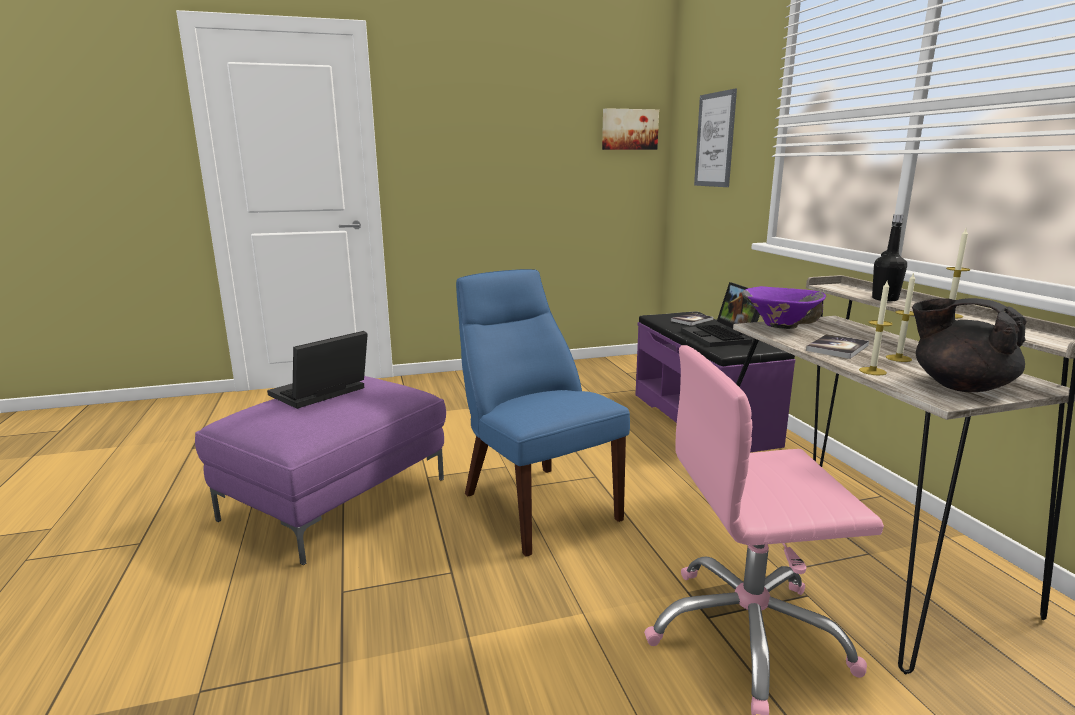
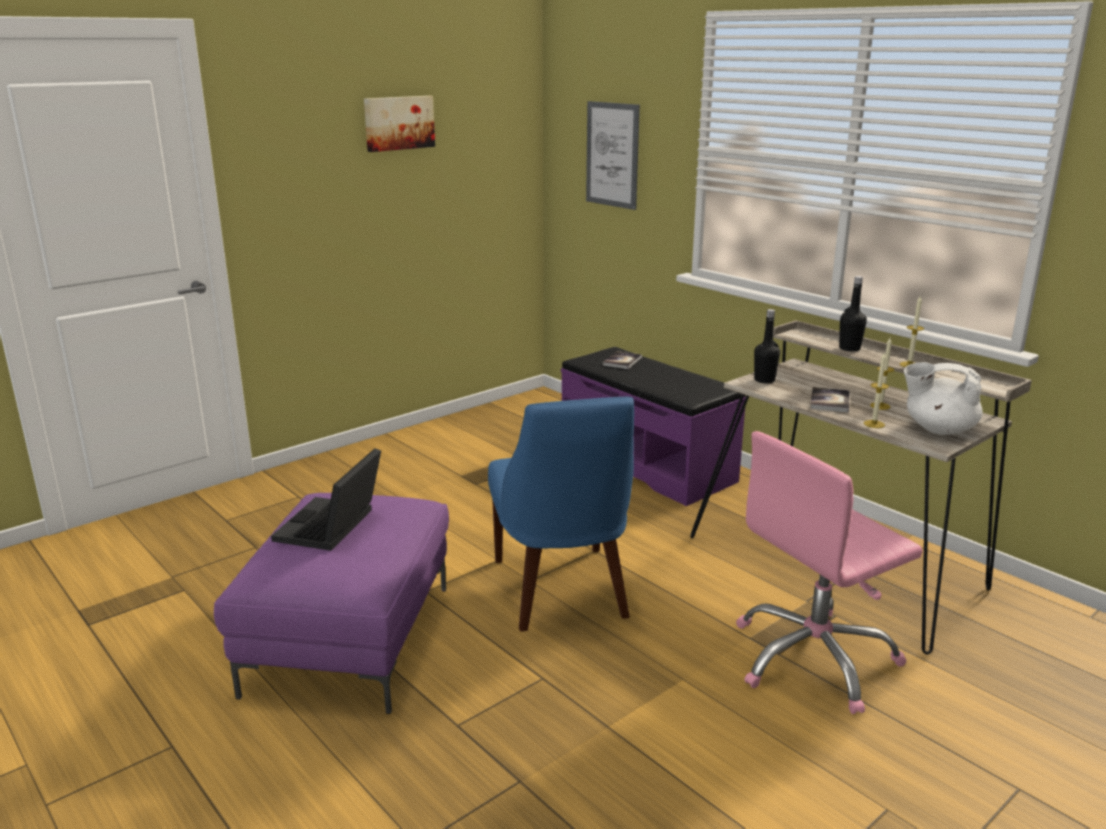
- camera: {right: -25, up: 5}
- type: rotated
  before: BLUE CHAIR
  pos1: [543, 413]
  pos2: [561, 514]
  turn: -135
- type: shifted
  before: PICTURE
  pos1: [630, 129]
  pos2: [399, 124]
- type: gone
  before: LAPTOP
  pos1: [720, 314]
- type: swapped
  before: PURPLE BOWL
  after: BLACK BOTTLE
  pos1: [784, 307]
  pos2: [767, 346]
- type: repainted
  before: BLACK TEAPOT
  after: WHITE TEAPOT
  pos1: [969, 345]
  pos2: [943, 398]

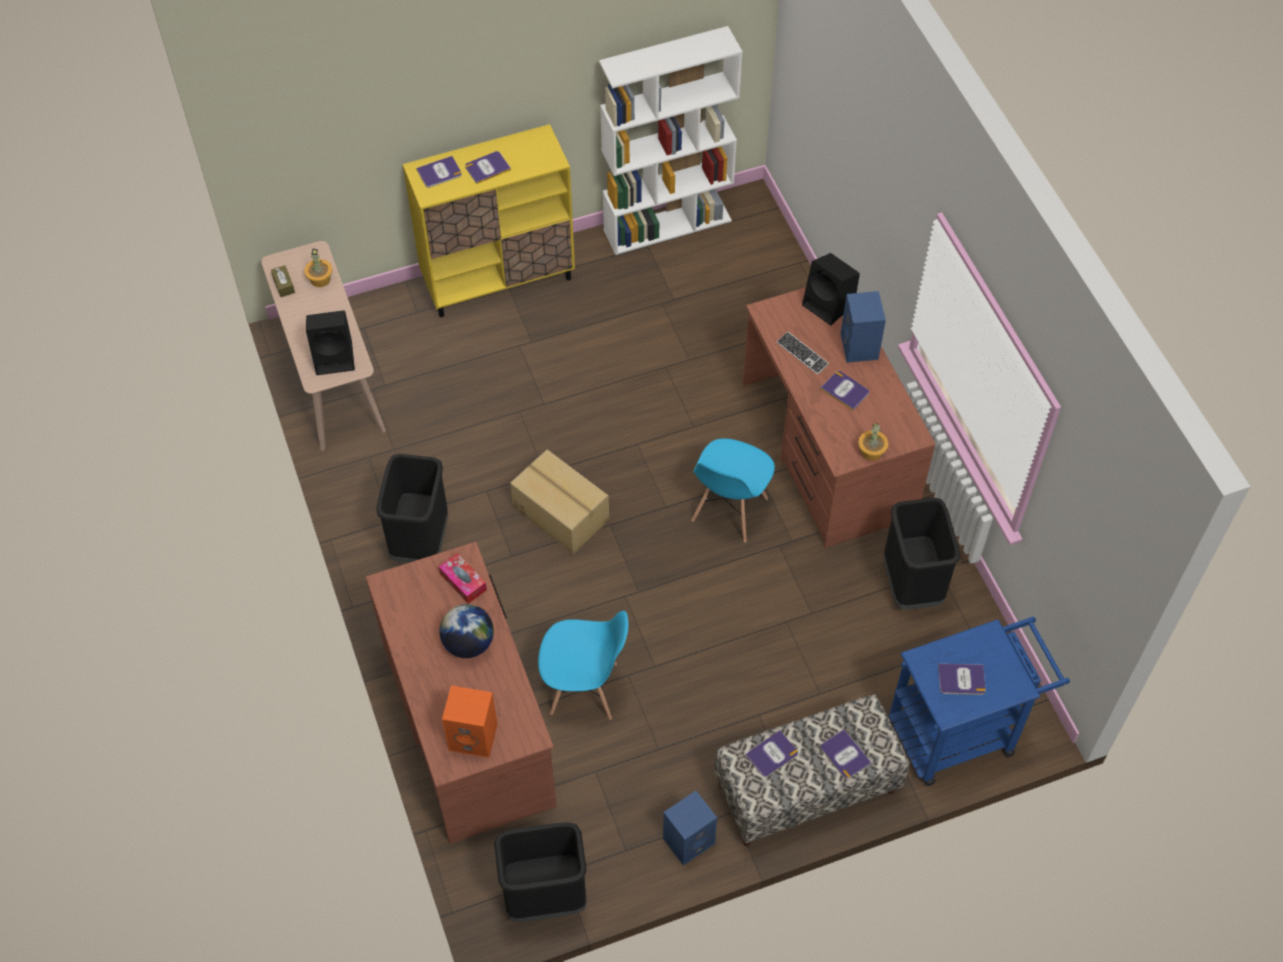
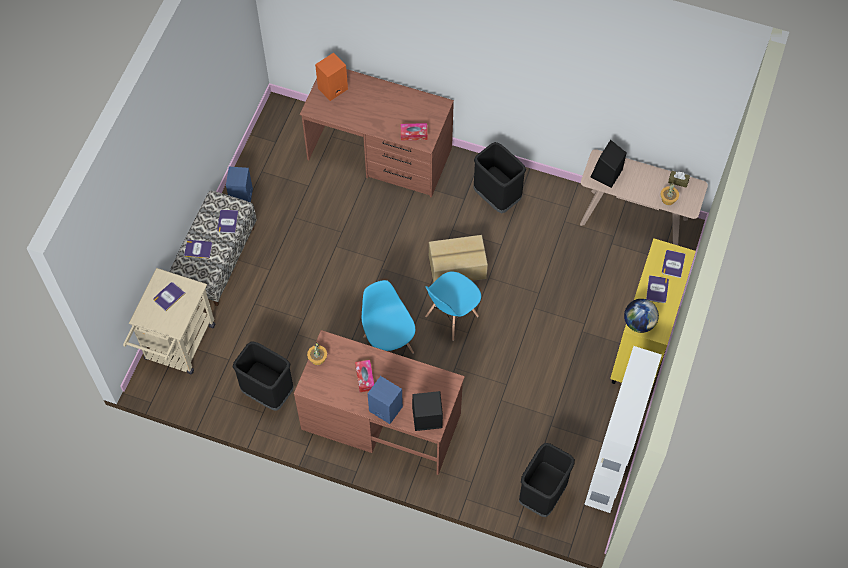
- camera: {right: 130, up: 5}
- type: shifted
  before: GLOBE
  pos1: [466, 631]
  pos2: [641, 316]
- type: shifted
  before: BLACK TRASH CAN
  pos1: [540, 872]
  pos2: [547, 480]
- type: shifted
  before: BLUE CHAIR
  pos1: [583, 665]
  pos2: [453, 306]
- type: gone
  before: KEYBOARD
  pos1: [803, 353]
- type: swapped
  before: BOOK
  after: TISSUE BOX
  pos1: [844, 390]
  pos2: [364, 376]
- type: repainted
  before: BLUE CART
  after: BEIGE CART
  pos1: [979, 701]
  pos2: [169, 321]

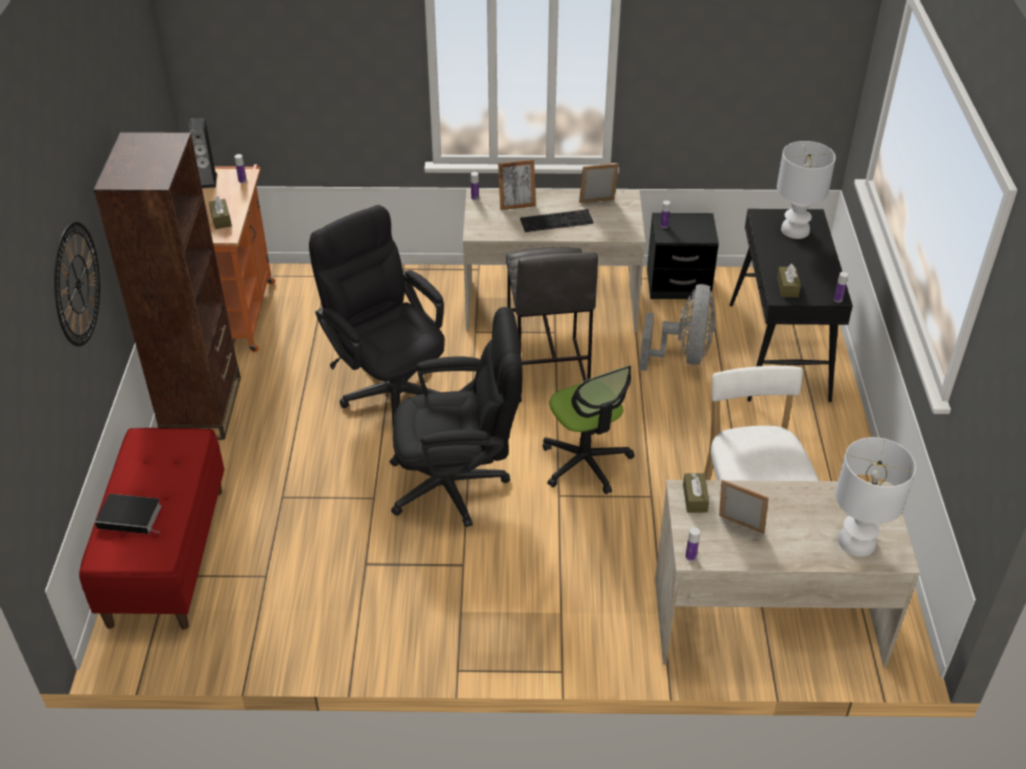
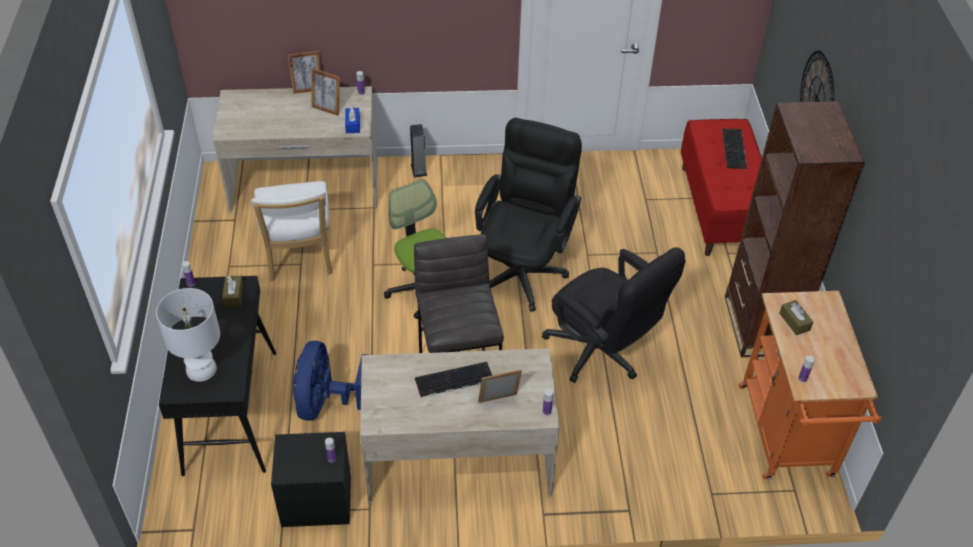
- camera: {right: 175, up: 5}
- type: swapped
  before: BOOK
  after: KEYBOARD
  pos1: [128, 514]
  pos2: [734, 149]
- type: shifted
  before: SPEAKER
  pos1: [203, 153]
  pos2: [418, 151]
- type: rotated
  before: BLACK OFFICE CHAIR
  pos1: [456, 417]
  pos2: [528, 215]
  turn: 120
- type: shifted
  before: PICTURE FRAME
  pos1: [599, 183]
  pos2: [304, 72]
- type: repainted
  before: GREY FAN
  after: BLUE FAN
  pos1: [677, 327]
  pos2: [330, 381]
- type: repainted
  before: BROWN TISSUE BOX
  after: BLUE TISSUE BOX
  pos1: [696, 493]
  pos2: [352, 119]
- type: gone
  before: WHITE TABLE LAMP
  pos1: [875, 497]

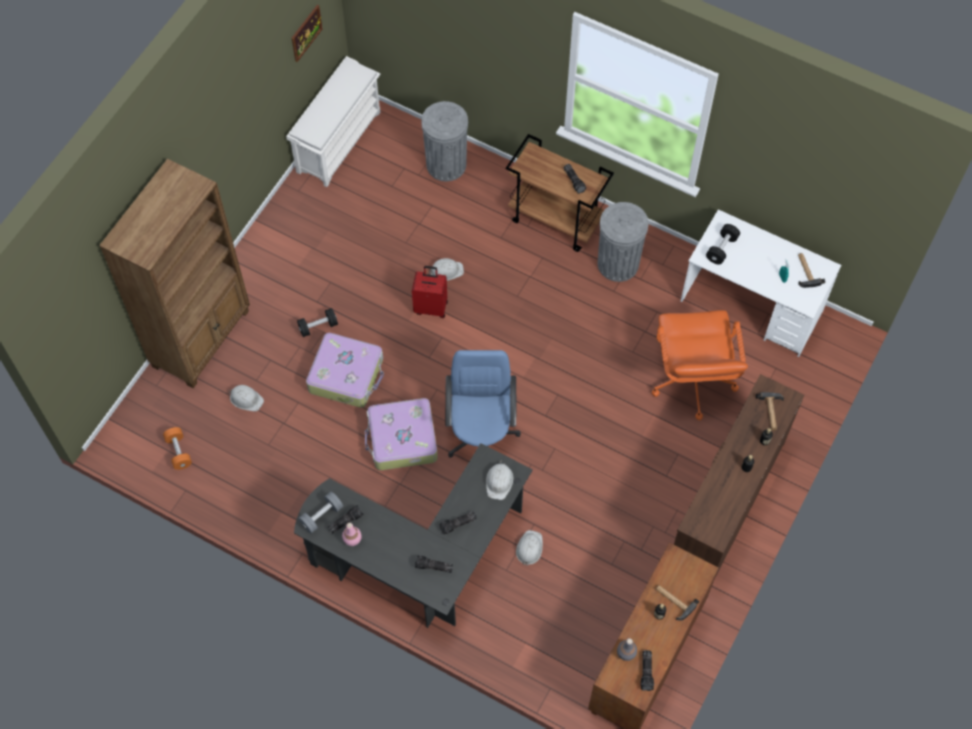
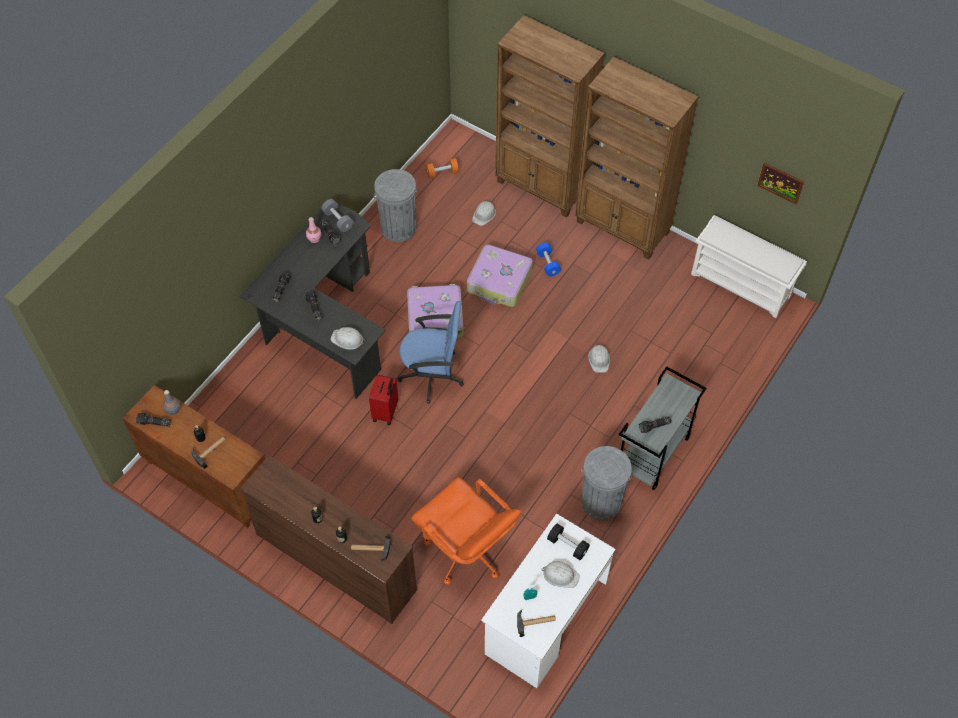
- camera: {right: 95, up: -5}
- type: repainted
  before: BLACK DUMBBELL
  after: BLUE DUMBBELL
  pos1: [317, 322]
  pos2: [548, 259]
- type: shifted
  before: RED SUITCASE
  pos1: [430, 292]
  pos2: [384, 400]
- type: shifted
  before: GREY TRASH CAN
  pos1: [444, 141]
  pos2: [395, 205]
- type: repainted
  before: BROWN CART
  after: GREY CART
  pos1: [560, 193]
  pos2: [663, 428]
- type: shifted
  before: WHITE HARD HAT
  pos1: [529, 548]
  pos2: [561, 574]
- type: rotated
  before: ORANGE OFFICE CHAIR
  pos1: [700, 365]
  pos2: [466, 531]
  turn: -135
- type: new
  after: BROWN BOOKCASE
  pos2: [637, 158]

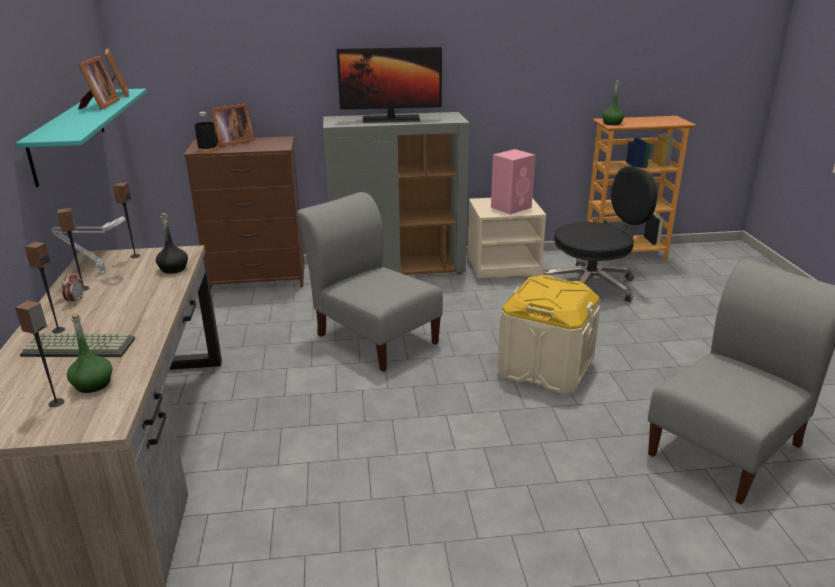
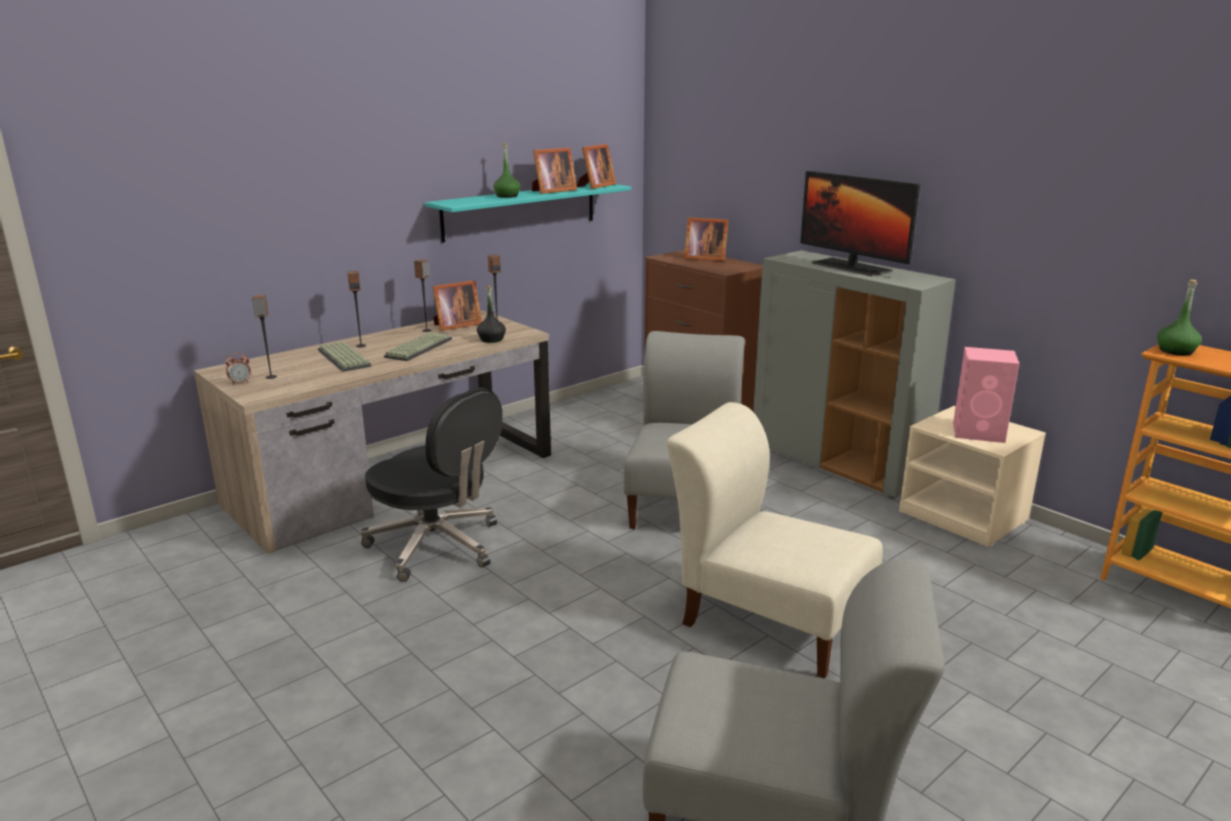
- camera: {right: 55, up: -5}
- type: swapped
  before: GREY TABLE LAMP
  after: PICTURE FRAME
  pos1: [88, 245]
  pos2: [457, 305]
- type: shifted
  before: ALARM CLOCK
  pos1: [73, 288]
  pos2: [238, 369]
- type: shifted
  before: GREEN BOTTLE
  pos1: [89, 353]
  pos2: [506, 170]
- type: gone
  before: BLACK BOTTLE
  pos1: [206, 132]
- type: swapped
  before: BEIGE STORAGE BOX
  after: BEIGE CHAIR
  pos1: [549, 334]
  pos2: [775, 540]
- type: shifted
  before: BLACK OFFICE CHAIR
  pos1: [601, 234]
  pos2: [431, 484]
- type: new
  after: KEYBOARD
  pos2: [418, 346]

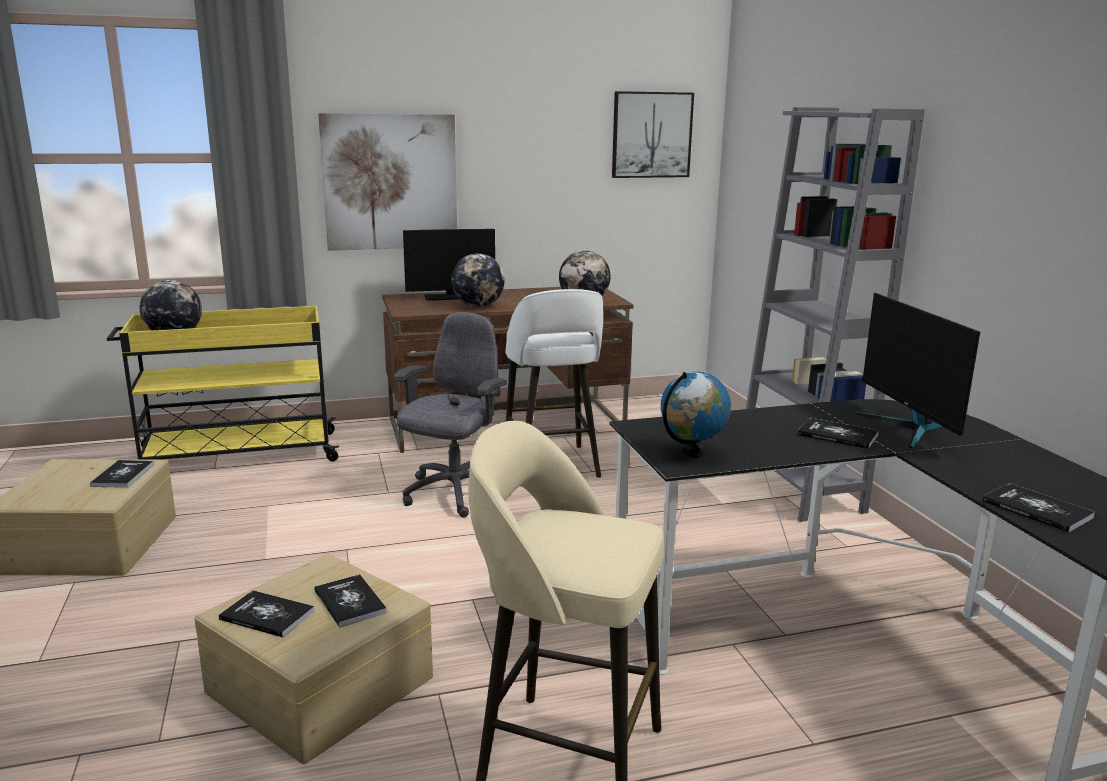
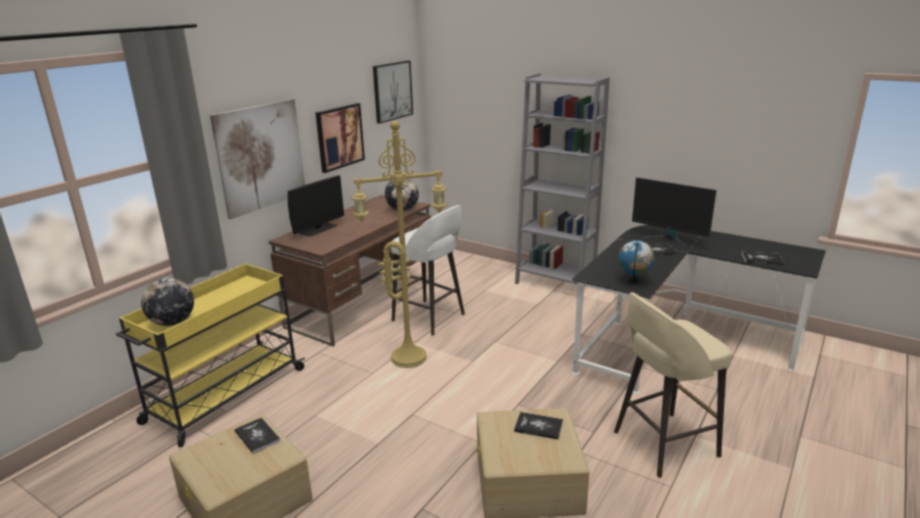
- camera: {right: -40, up: 5}
- type: gone
  before: BOOK
  pos1: [266, 614]
- type: swapped
  before: GREY OFFICE CHAIR
  after: YELLOW FLOOR LAMP
  pos1: [452, 415]
  pos2: [399, 244]
- type: gone
  before: GLOBE
  pos1: [478, 280]
- type: new
  after: PICTURE
  pos2: [340, 138]

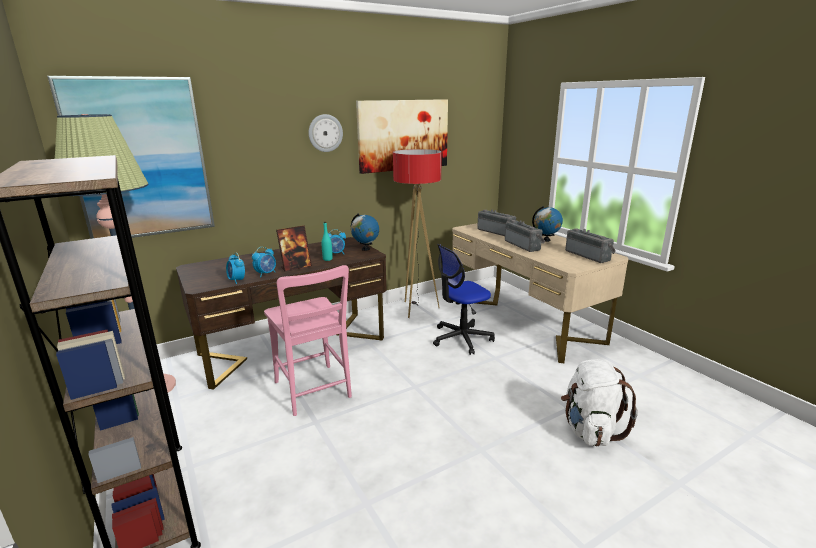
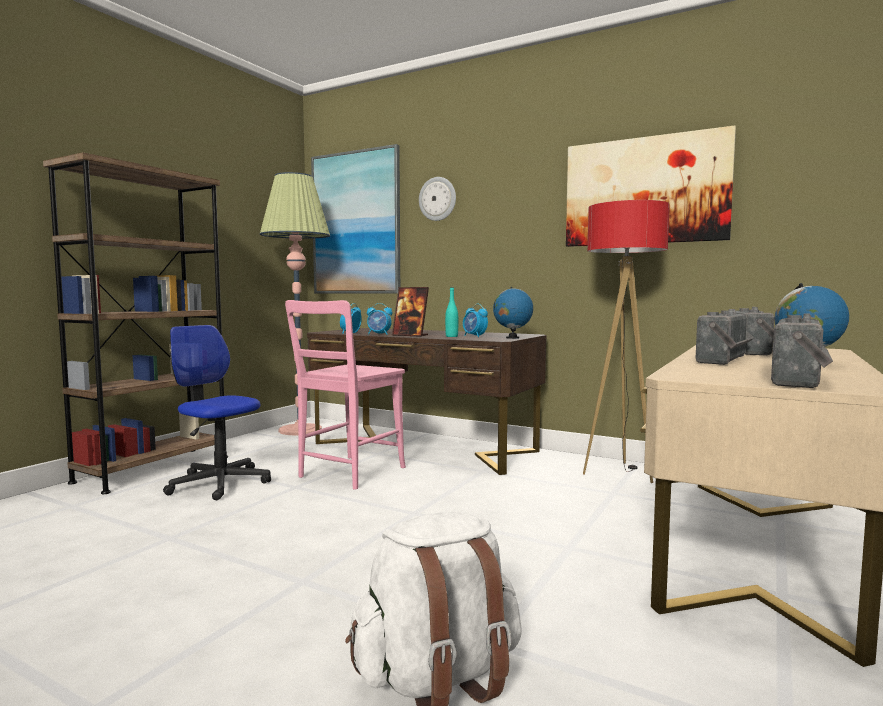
- camera: {right: 60, up: -15}
- type: shifted
  before: WALL CLOCK
  pos1: [325, 133]
  pos2: [437, 199]
- type: shifted
  before: OFFICE CHAIR
  pos1: [464, 299]
  pos2: [217, 412]

